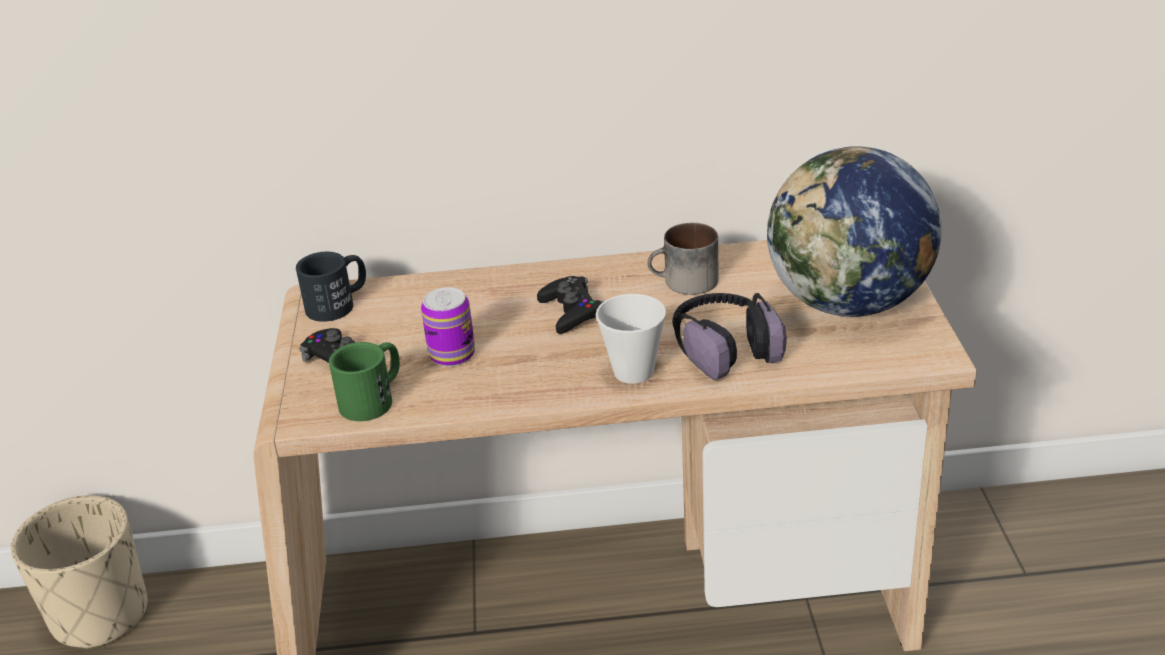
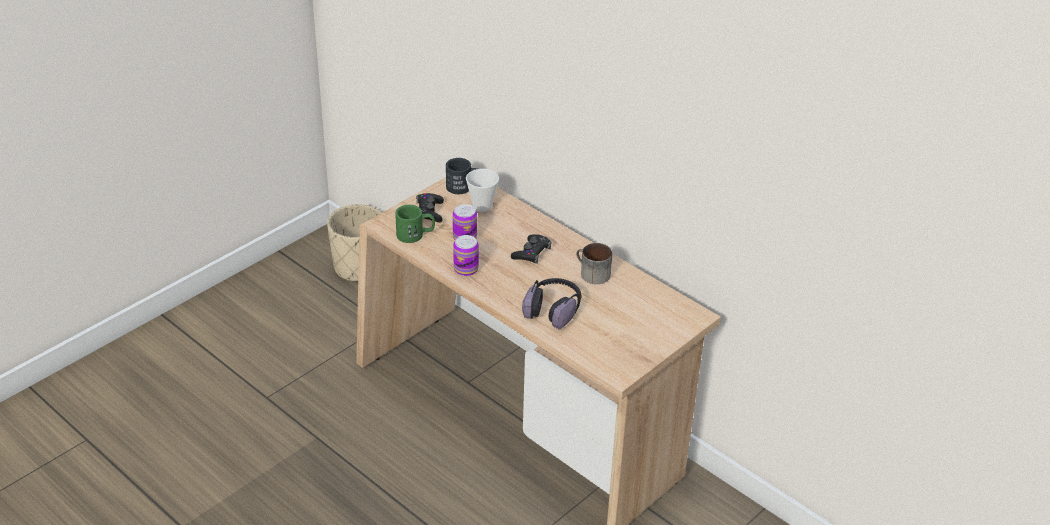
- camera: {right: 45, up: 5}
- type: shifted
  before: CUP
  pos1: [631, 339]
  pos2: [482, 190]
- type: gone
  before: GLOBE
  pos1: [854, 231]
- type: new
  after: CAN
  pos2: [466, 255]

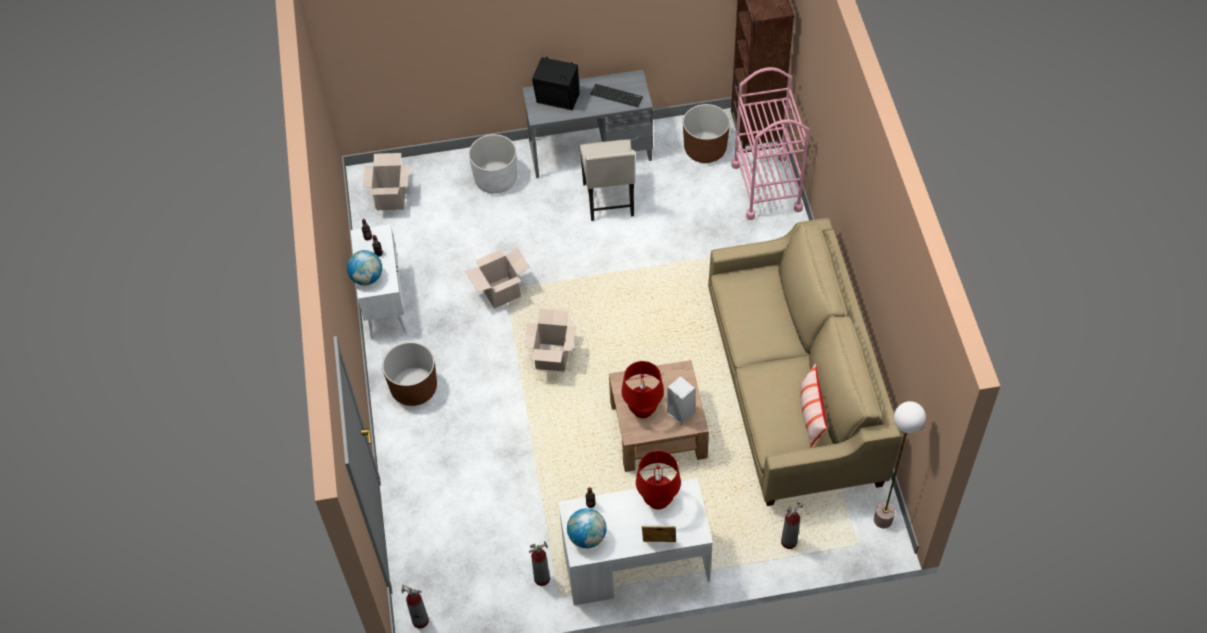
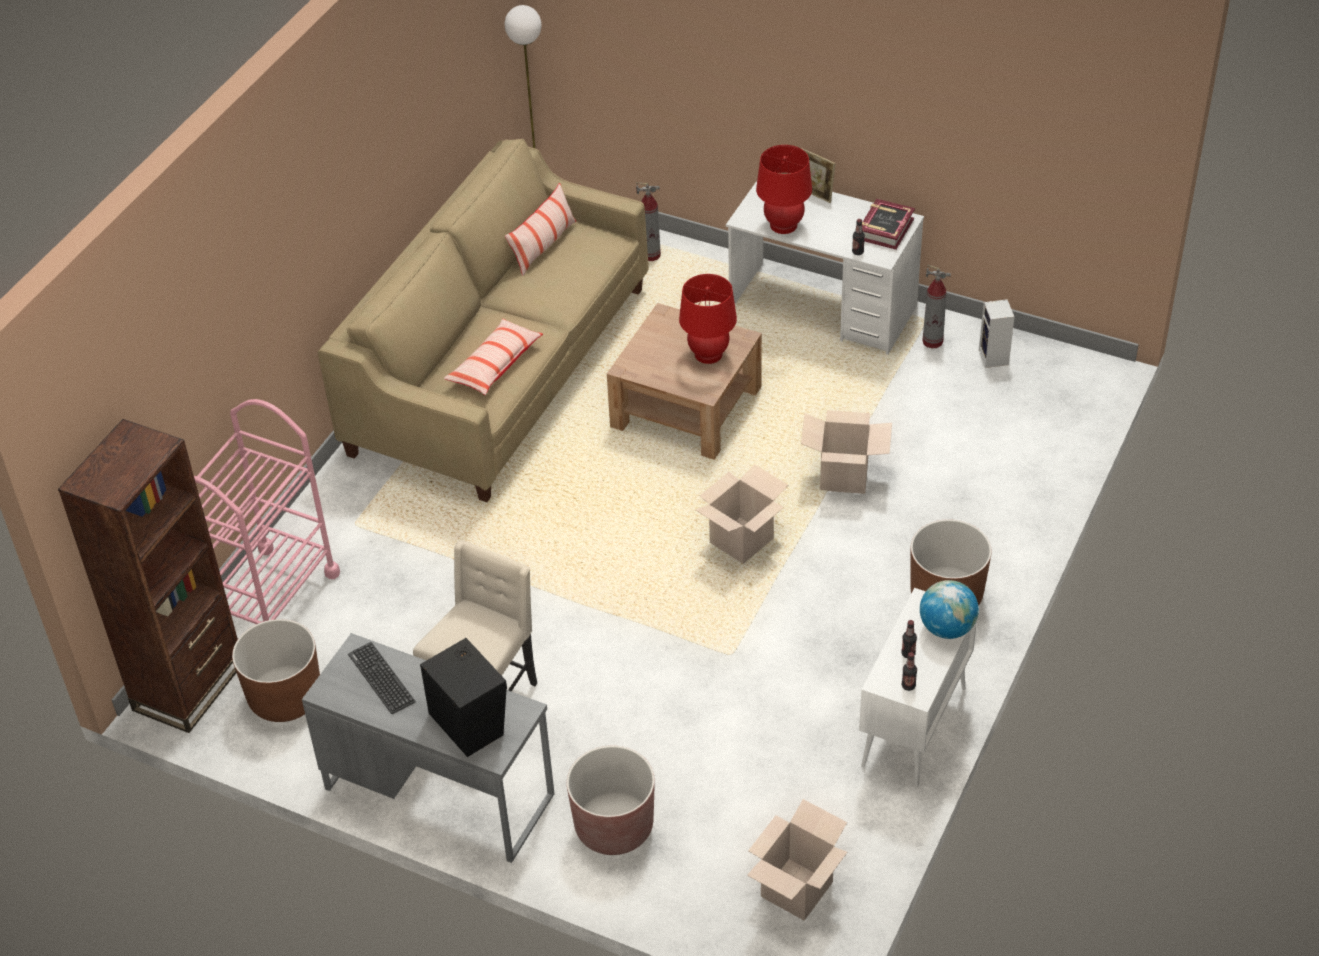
- camera: {right: -145, up: -10}
- type: gone
  before: FIRE EXTINGUISHER
  pos1: [415, 607]
- type: shifted
  before: CARDBOARD BOX
  pos1: [497, 278]
  pos2: [846, 452]
- type: repainted
  before: WHITE PLANTER
  after: BROWN PLANTER
  pos1: [493, 164]
  pos2: [611, 800]
- type: swapped
  before: GLOBE
  after: BOOK
  pos1: [587, 528]
  pos2: [888, 224]
- type: shifted
  before: SPEAKER
  pos1: [681, 400]
  pos2: [996, 333]
- type: new
  after: PILLOW
  pos2: [493, 357]

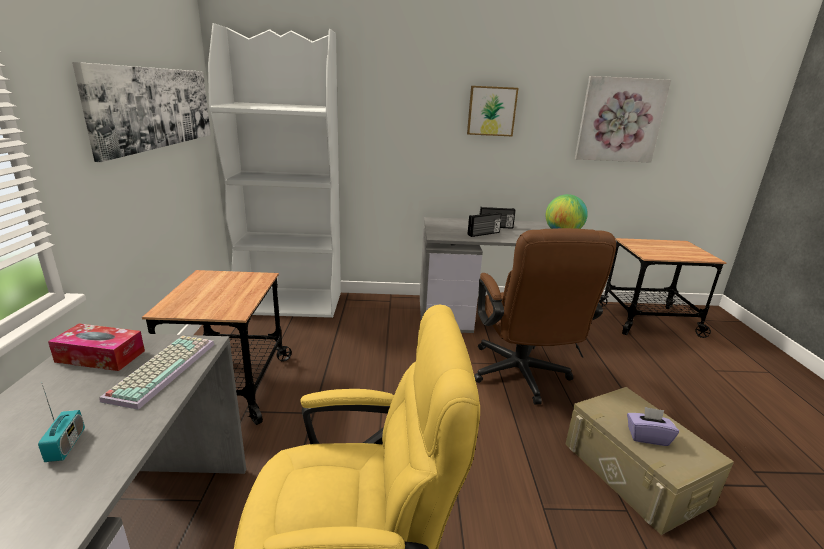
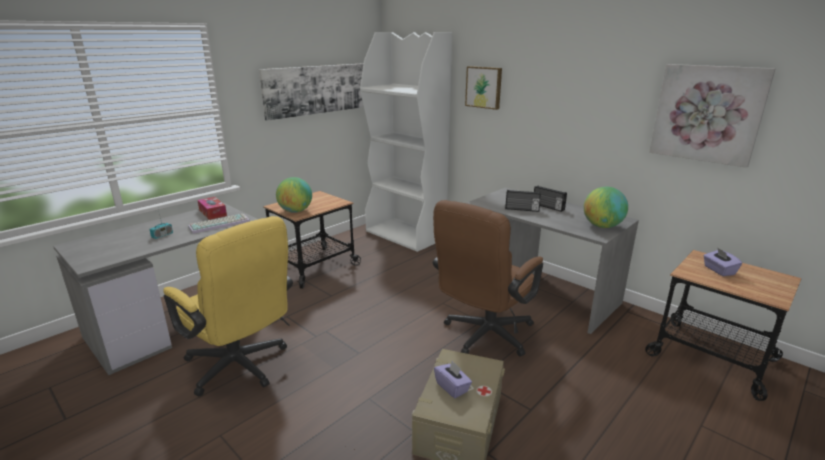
- camera: {right: 45, up: 0}
- type: shifted
  before: PICTURE
  pos1: [493, 111]
  pos2: [483, 88]
- type: new
  after: GLOBE
  pos2: [294, 195]
- type: new
  after: PURPLE TISSUE BOX
  pos2: [722, 261]

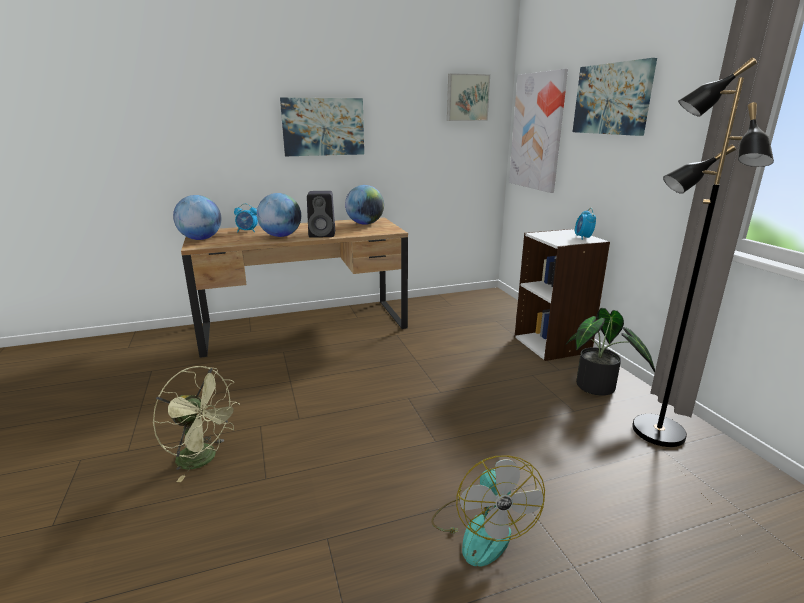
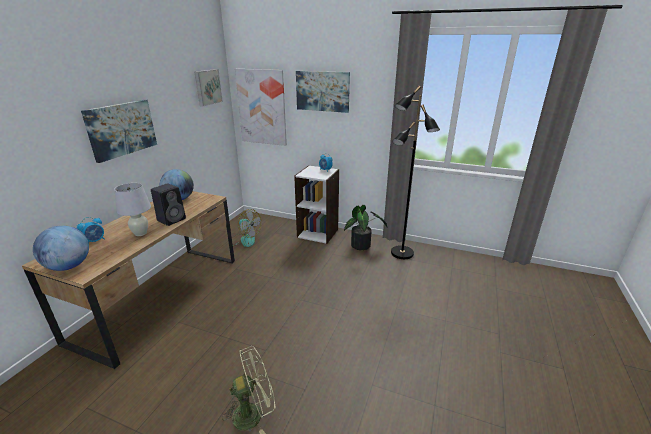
- camera: {right: -50, up: 5}
- type: swapped
  before: GLOBE
  after: WHITE TABLE LAMP
  pos1: [279, 215]
  pos2: [132, 209]
- type: shifted
  before: FAN
  pos1: [488, 510]
  pos2: [245, 228]

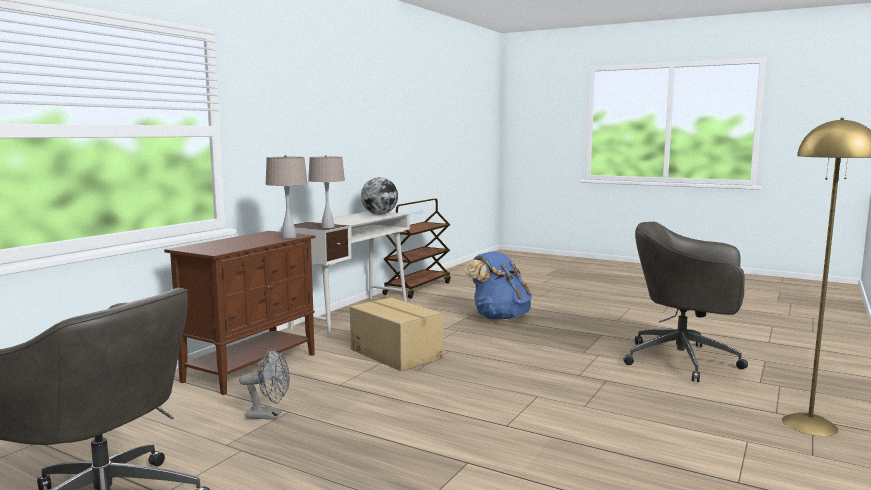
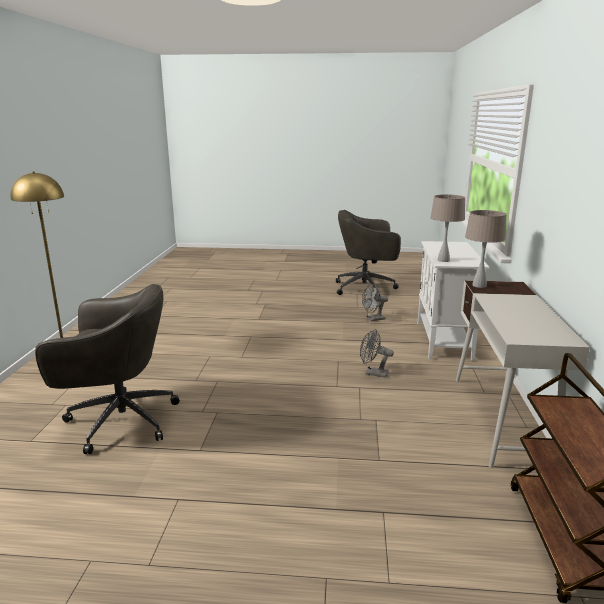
- camera: {right: 155, up: 10}
- type: repainted
  before: BROWN CABINET
  after: WHITE CABINET
  pos1: [239, 313]
  pos2: [453, 301]
- type: swapped
  before: CARDBOARD BOX
  after: GREY FAN
  pos1: [396, 334]
  pos2: [377, 353]
- type: gone
  before: GLOBE
  pos1: [379, 196]
- type: gone
  before: BLUE BACKPACK
  pos1: [498, 285]

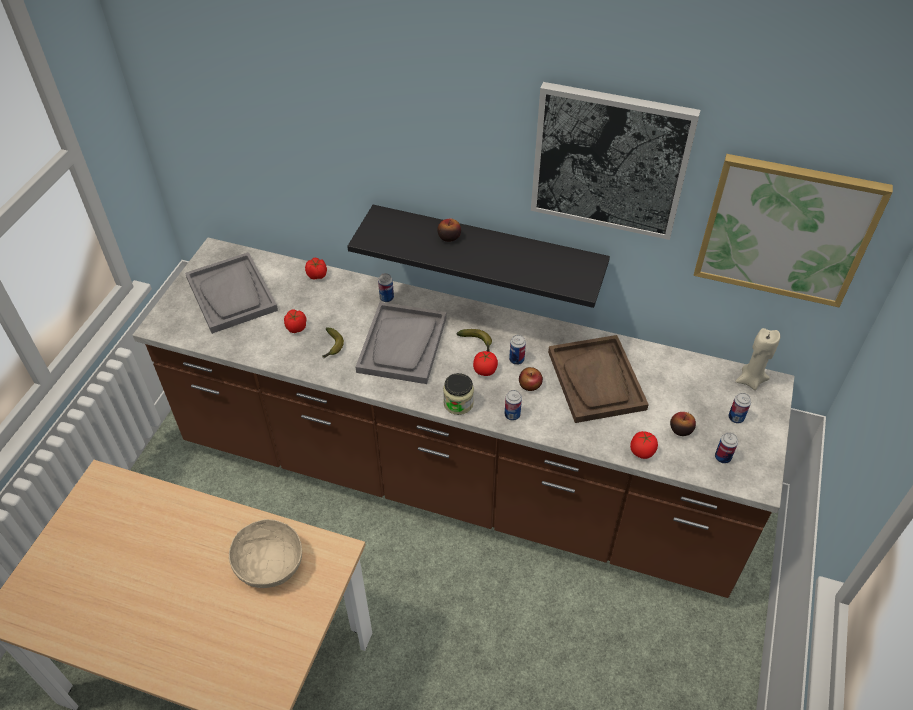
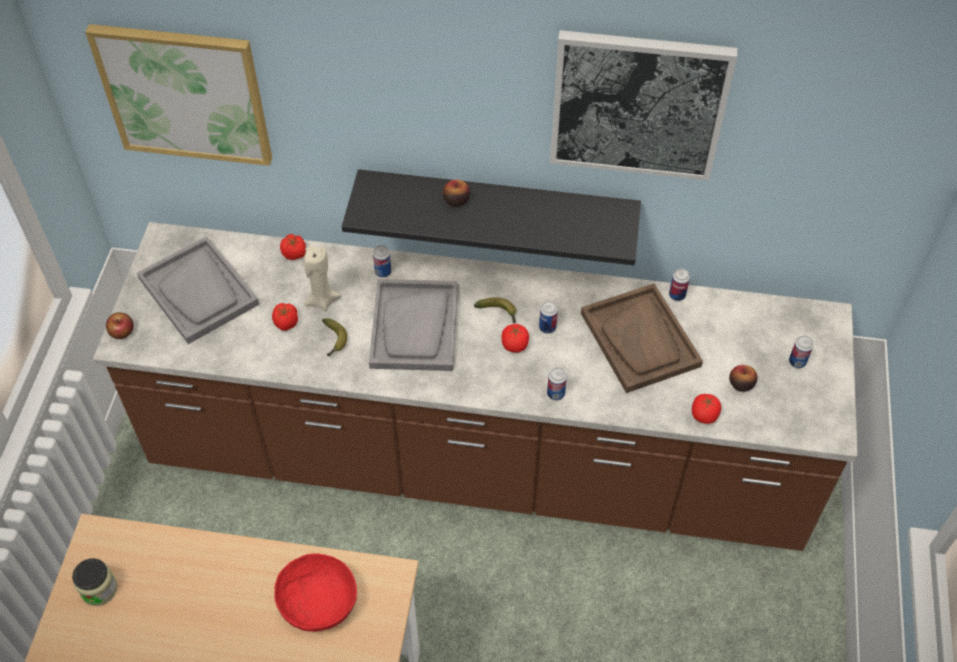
- camera: {right: -10, up: 5}
- type: repainted
  before: BEIGE BOWL
  after: RED BOWL
  pos1: [265, 553]
  pos2: [315, 592]
- type: shifted
  before: JAR
  pos1: [458, 394]
  pos2: [95, 582]
- type: shifted
  before: APPLE
  pos1: [531, 379]
  pos2: [120, 325]
- type: shifted
  before: PICTURE
  pos1: [793, 230]
  pos2: [178, 95]
- type: shifted
  before: CAN
  pos1: [726, 448]
  pos2: [679, 284]
- type: shifted
  before: BEIGE CANDLE
  pos1: [757, 359]
  pos2: [322, 278]

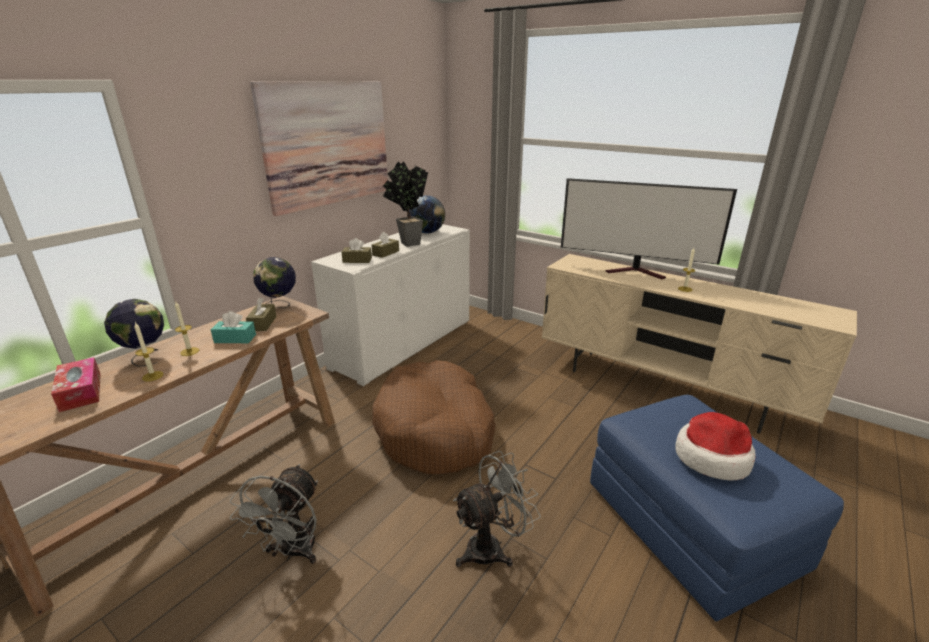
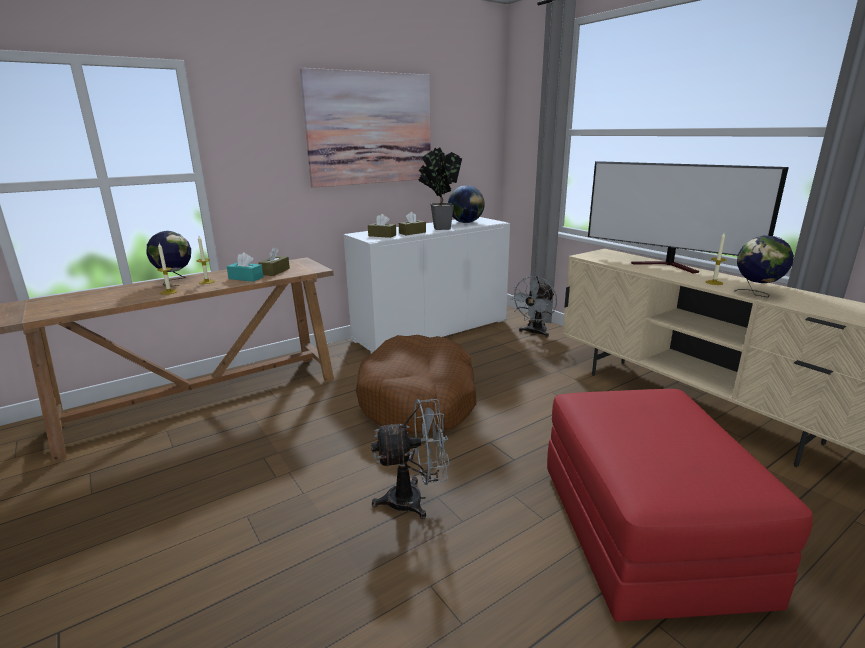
- camera: {right: 20, up: -5}
- type: gone
  before: TISSUE BOX
  pos1: [76, 384]
- type: shifted
  before: GREY FAN
  pos1: [274, 514]
  pos2: [533, 306]
- type: shifted
  before: GLOBE
  pos1: [274, 282]
  pos2: [764, 266]
- type: repainted
  before: BLUE OTTOMAN
  after: RED OTTOMAN
  pos1: [717, 508]
  pos2: [680, 505]
- type: gone
  before: HAT
  pos1: [715, 446]

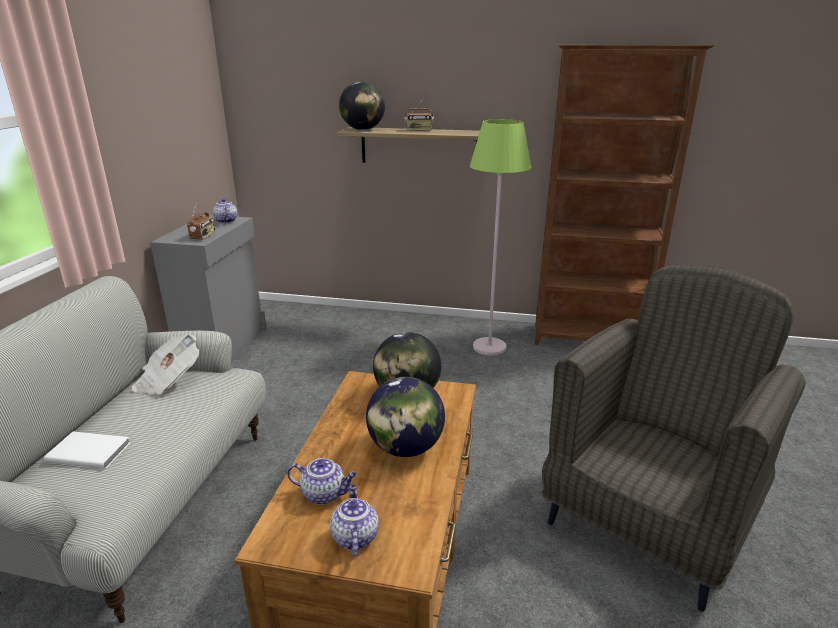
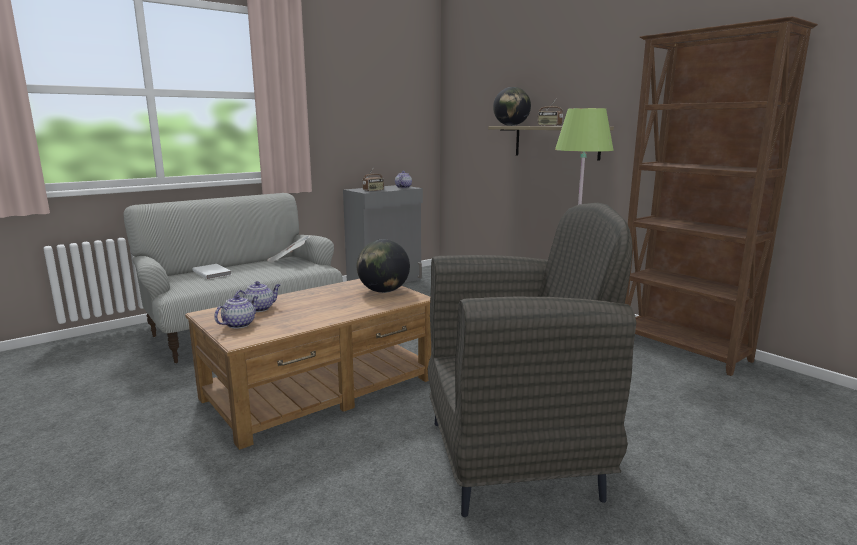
- camera: {right: 40, up: -10}
- type: rotated
  before: TEAPOT
  pos1: [322, 481]
  pos2: [257, 296]
  turn: -90
- type: gone
  before: GLOBE
  pos1: [405, 417]

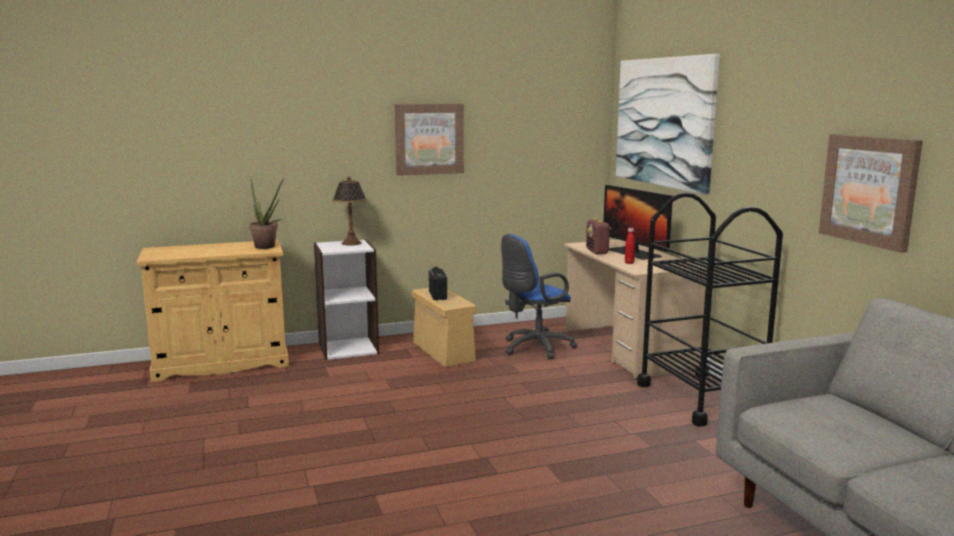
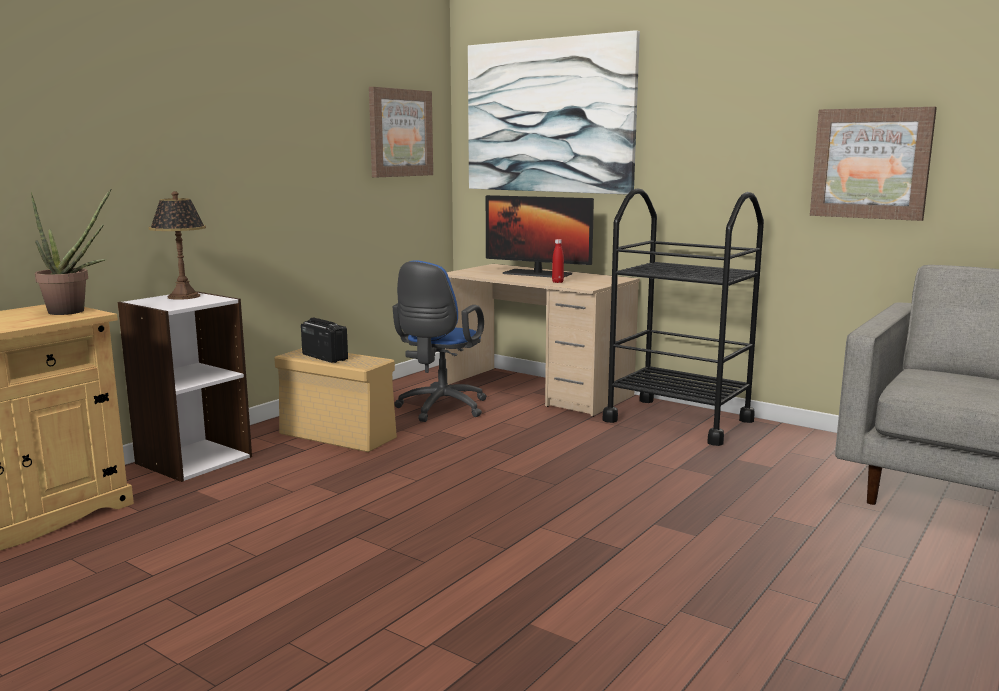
- camera: {right: -35, up: 0}
- type: shifted
  before: PICTURE
  pos1: [429, 140]
  pos2: [401, 132]
- type: gone
  before: RADIO
  pos1: [599, 235]

